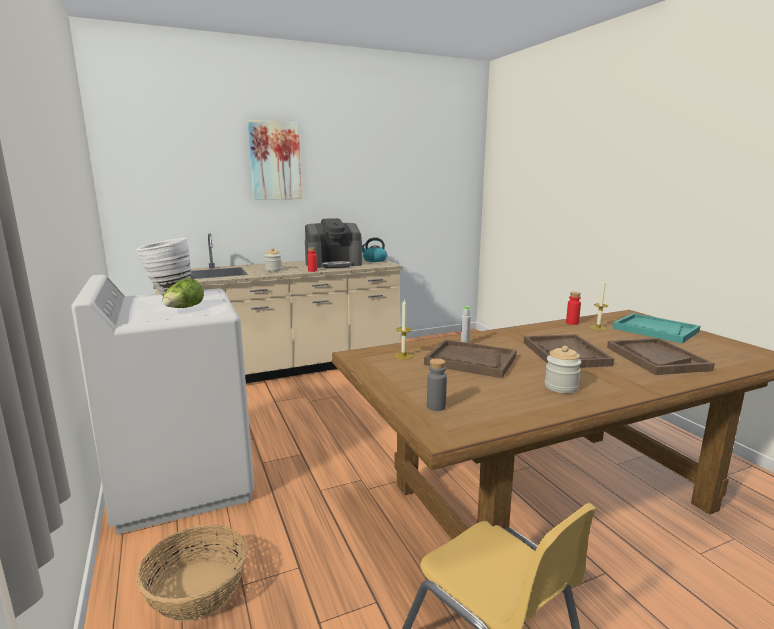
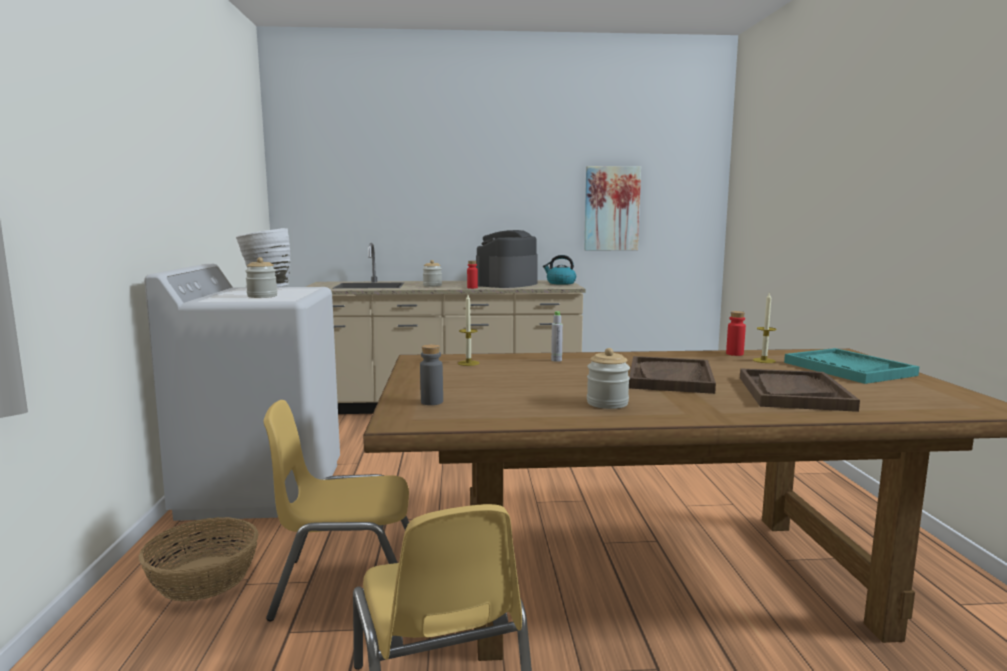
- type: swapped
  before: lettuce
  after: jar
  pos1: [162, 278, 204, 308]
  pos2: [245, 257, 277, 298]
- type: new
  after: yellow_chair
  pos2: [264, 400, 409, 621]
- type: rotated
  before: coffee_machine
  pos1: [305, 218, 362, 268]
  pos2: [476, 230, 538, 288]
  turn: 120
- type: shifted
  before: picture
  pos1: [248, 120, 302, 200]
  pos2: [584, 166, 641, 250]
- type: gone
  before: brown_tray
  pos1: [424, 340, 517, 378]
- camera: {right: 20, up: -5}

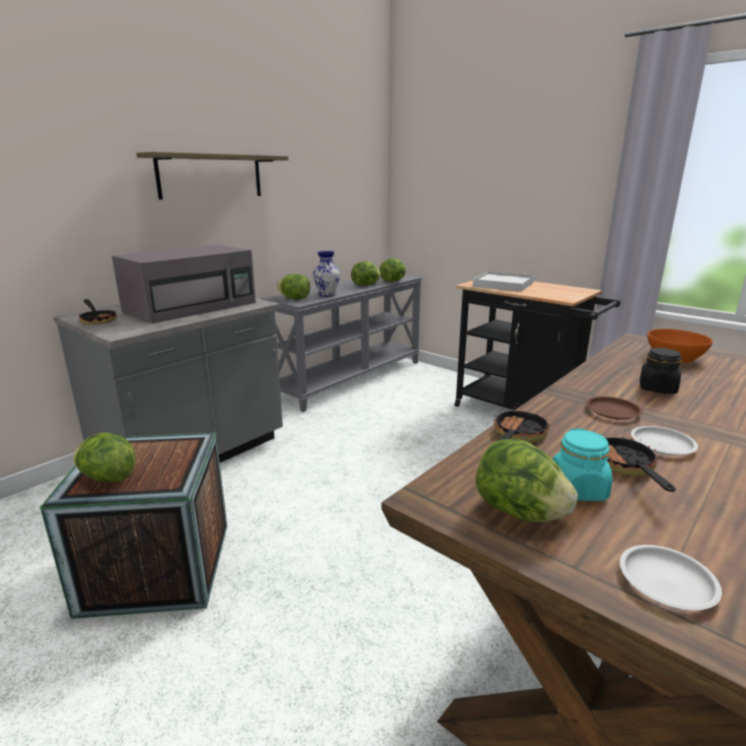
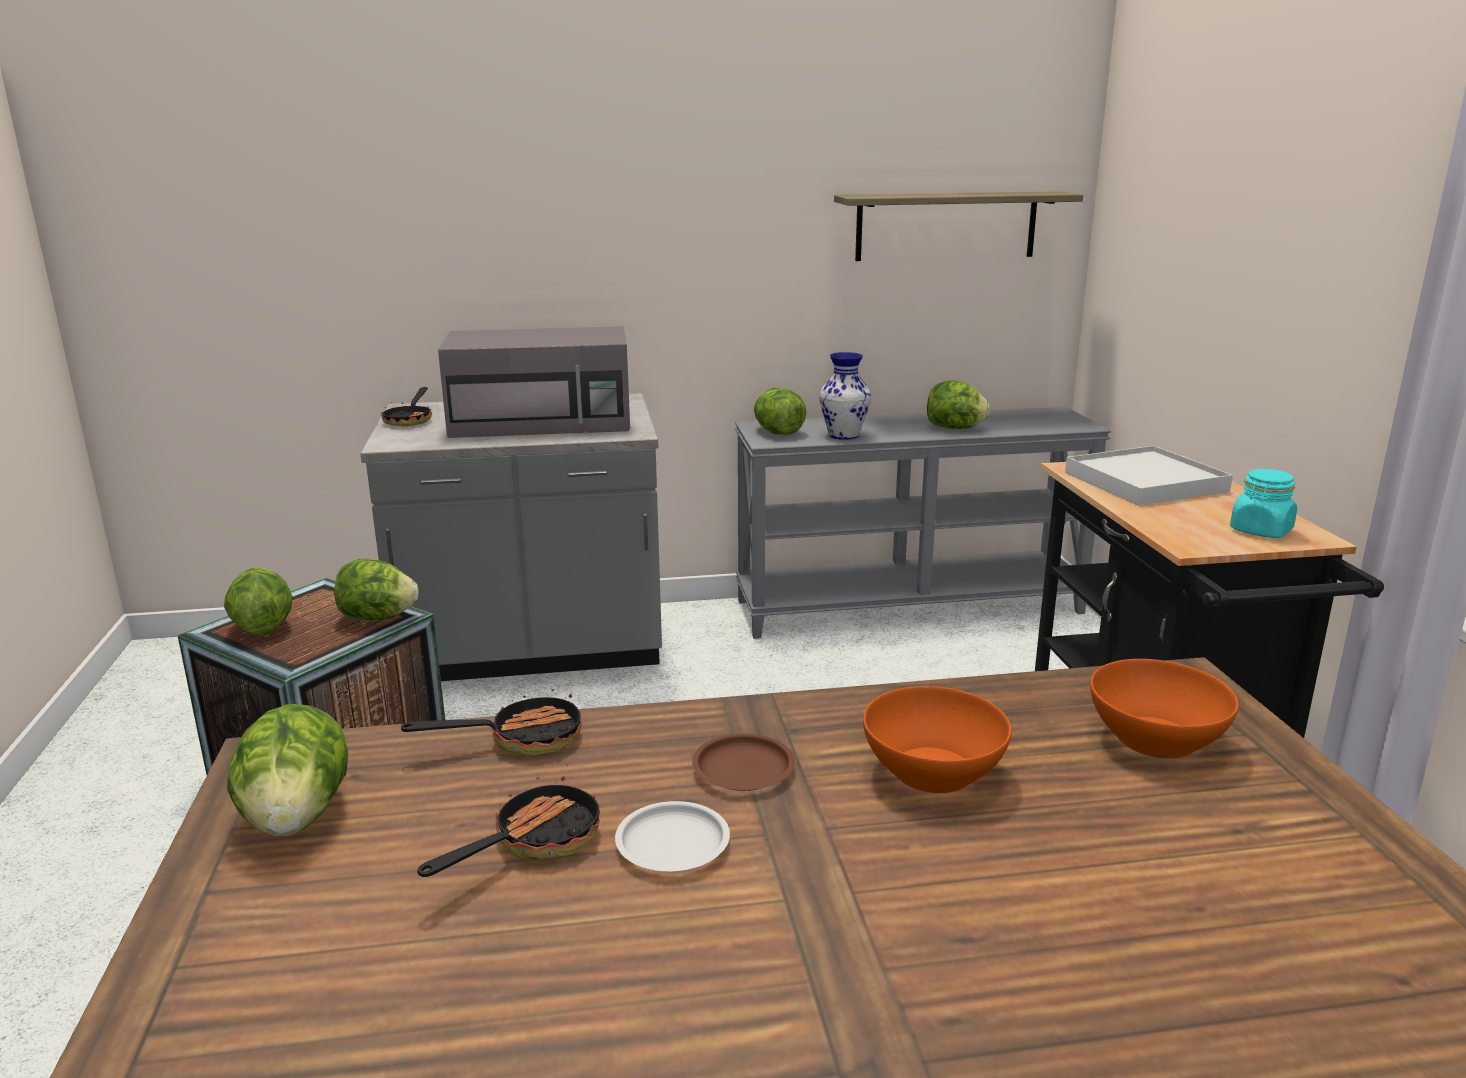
- type: shifted
  before: lettuce
  pos1: [379, 258, 406, 282]
  pos2: [334, 558, 419, 620]
- type: shifted
  before: shelf
  pos1: [136, 152, 288, 200]
  pos2: [834, 191, 1083, 261]
- type: swapped
  before: black_jar
  after: orange_bowl
  pos1: [640, 348, 682, 394]
  pos2: [863, 686, 1012, 793]
- type: shifted
  before: turquoise_jar
  pos1: [552, 428, 612, 501]
  pos2: [1230, 469, 1297, 538]
- type: gone
  before: white_plate
  pos1: [620, 545, 722, 610]
- camera: {right: 40, up: 0}

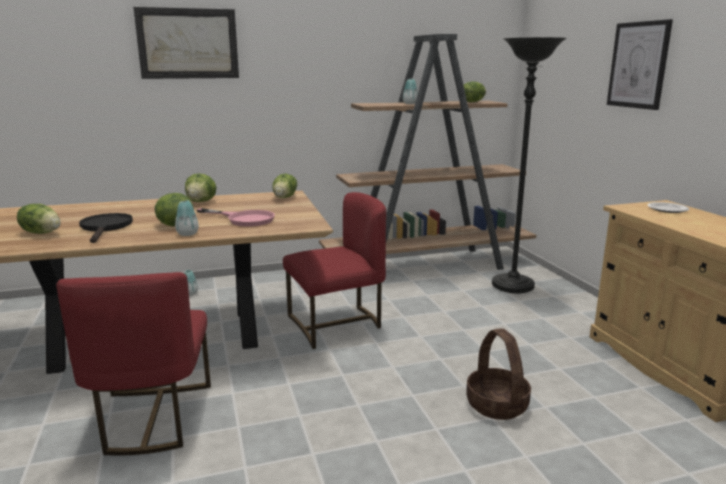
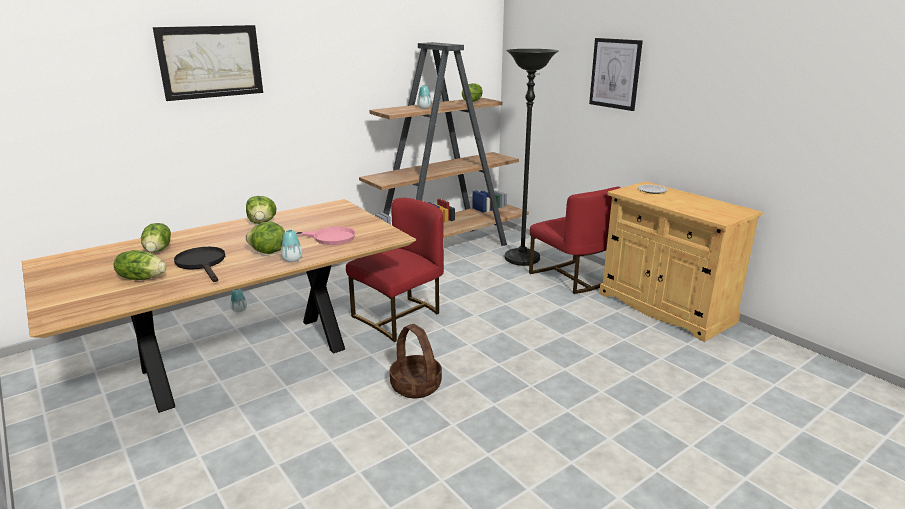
- type: shifted
  before: lettuce
  pos1: [272, 174, 297, 198]
  pos2: [141, 223, 171, 253]
- type: shifted
  before: basket
  pos1: [466, 328, 531, 420]
  pos2: [390, 324, 442, 398]
- type: shifted
  before: red_chair
  pos1: [56, 272, 211, 455]
  pos2: [529, 186, 621, 294]
- camera: {right: -20, up: 5}

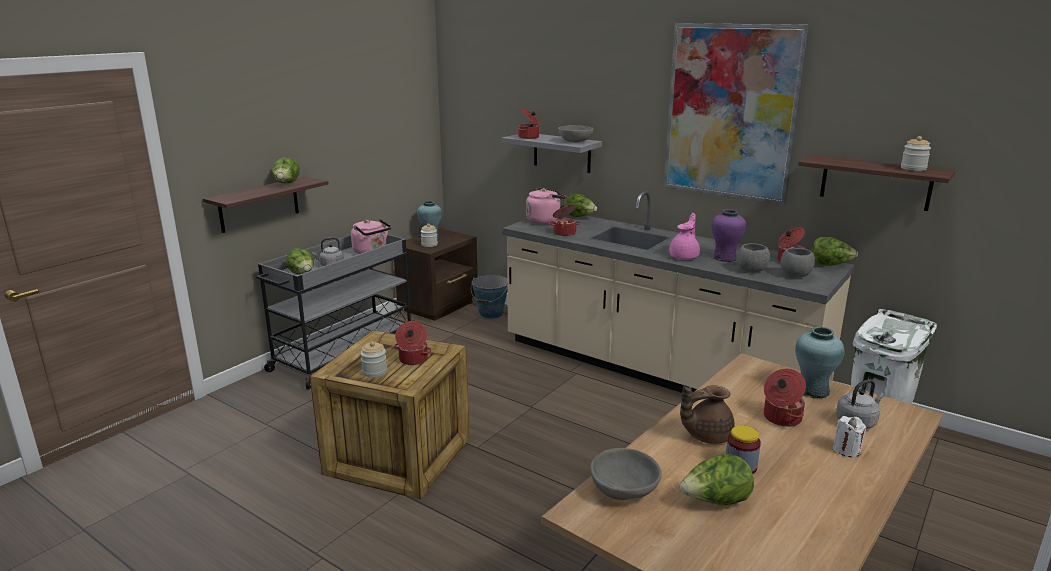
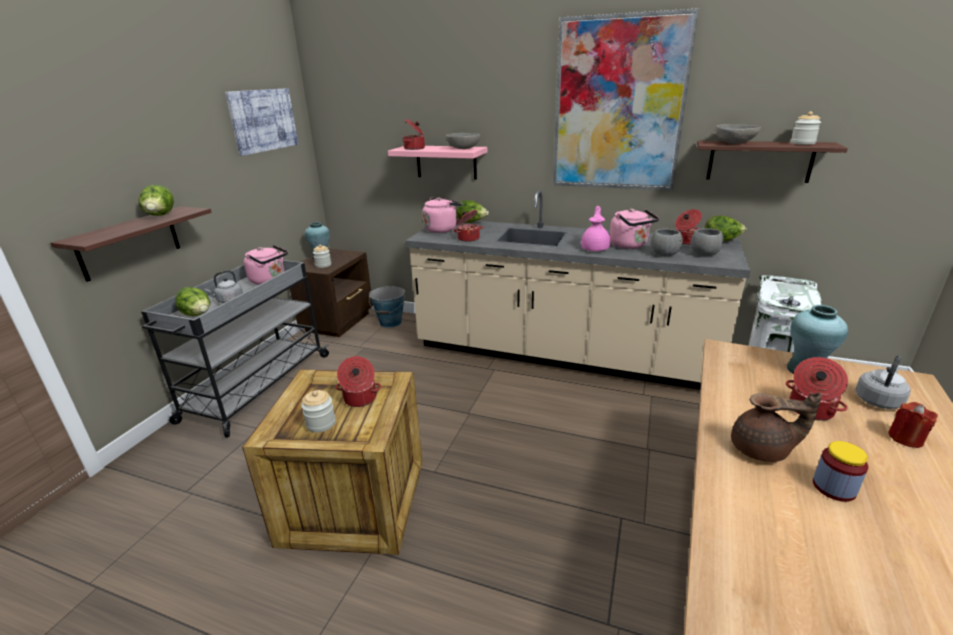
- type: new
  after: picture
  pos2: [225, 88, 298, 156]
- type: repainted
  before: grey_shelf
  after: pink_shelf
  pos1: [502, 134, 602, 173]
  pos2: [388, 146, 487, 180]
- type: swapped
  before: purple_vase
  after: pink_kettle
  pos1: [711, 209, 746, 262]
  pos2: [610, 209, 659, 249]
- type: shifted
  before: grey_bowl
  pos1: [590, 448, 662, 500]
  pos2: [715, 124, 761, 144]
- type: rotated
  before: brown_teapot
  pos1: [680, 385, 735, 444]
  pos2: [731, 392, 822, 462]
  turn: -135
- type: repainted
  before: white_candle
  after: red_candle
  pos1: [833, 416, 866, 457]
  pos2: [888, 402, 938, 448]
- type: gone
  before: lettuce
  pos1: [680, 454, 754, 505]
- camera: {right: -15, up: 5}

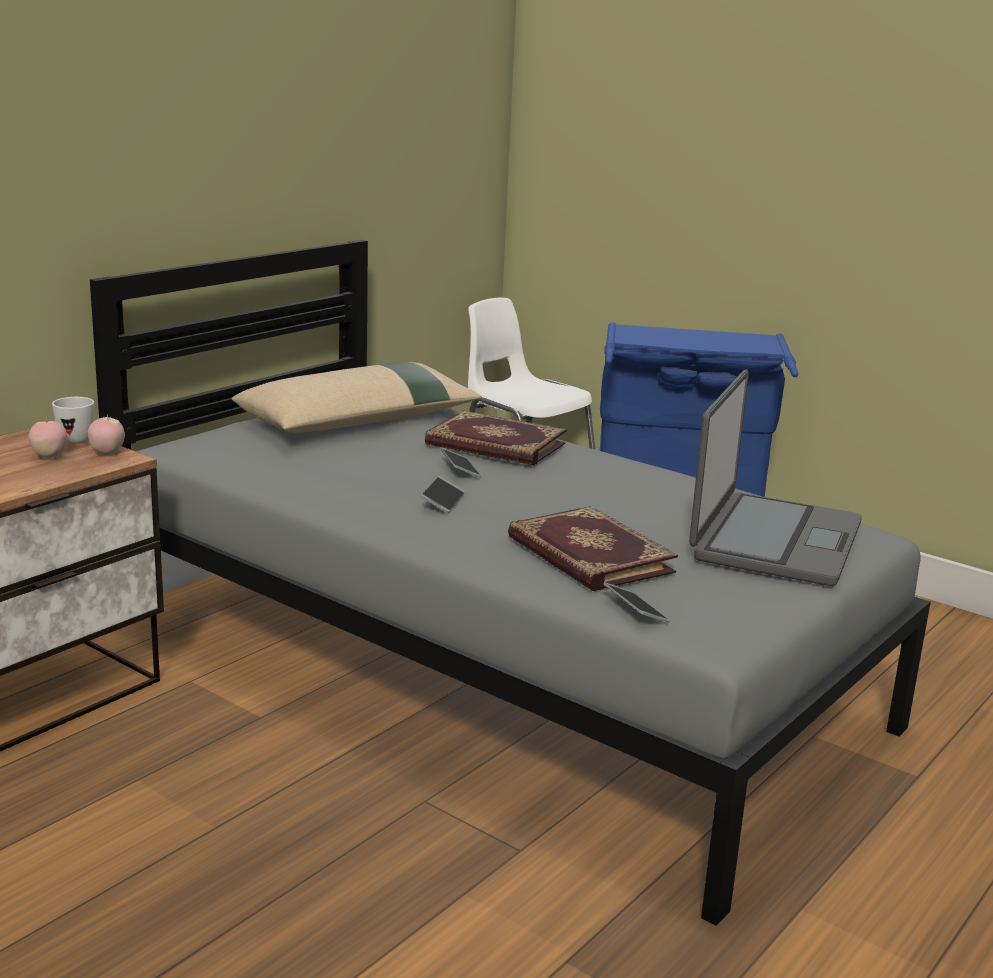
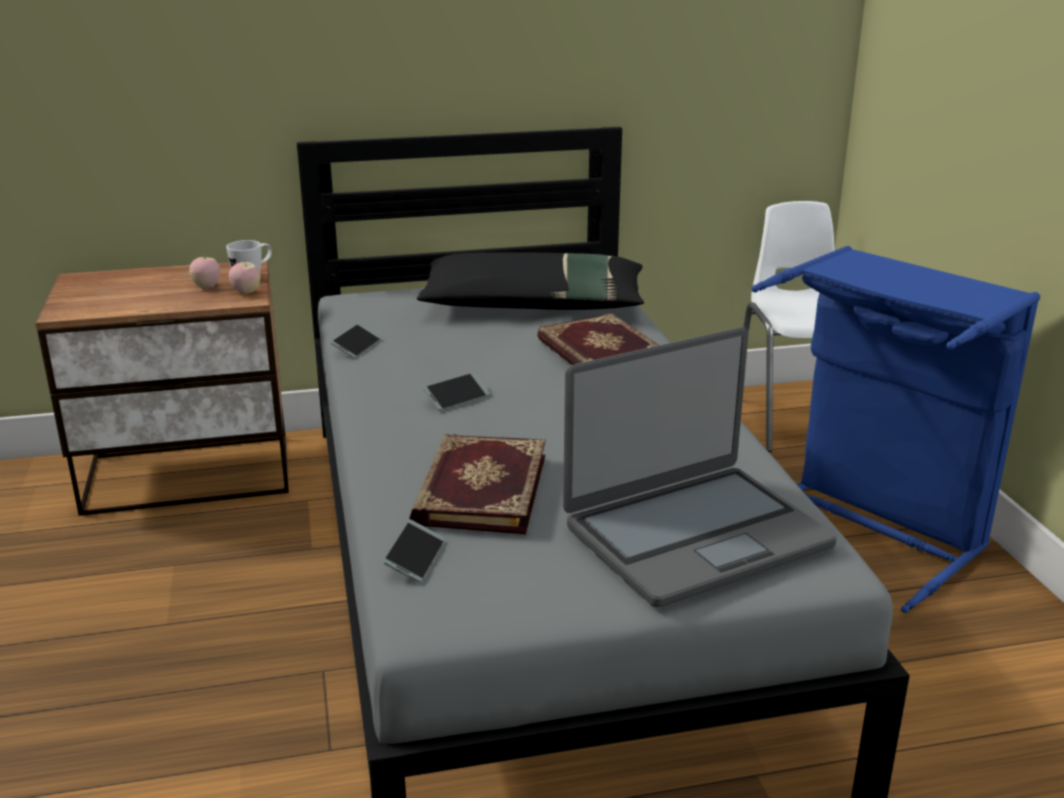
- type: shifted
  before: phone
  pos1: [441, 447, 481, 478]
  pos2: [331, 323, 382, 358]
- type: repainted
  before: beige_pillow
  after: black_pillow
  pos1: [232, 362, 481, 433]
  pos2: [417, 252, 644, 310]
- camera: {right: 40, up: 5}

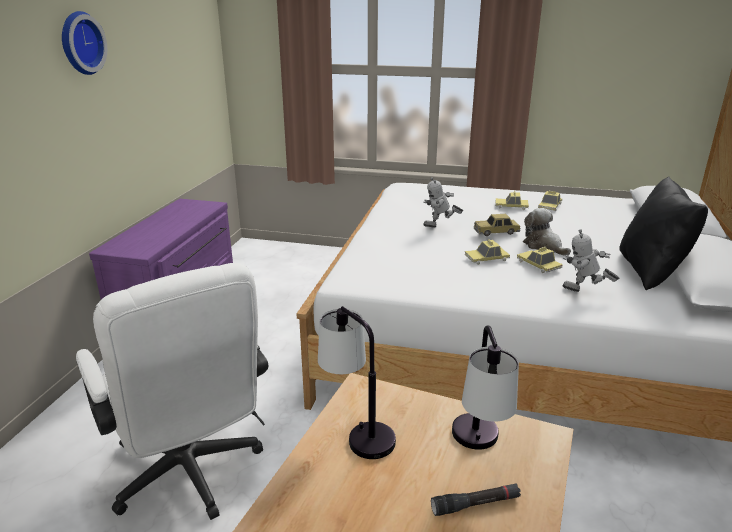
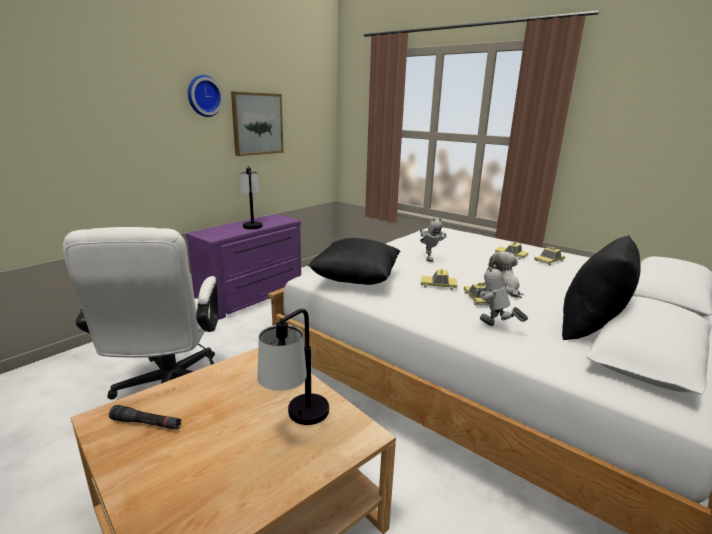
- type: shifted
  before: black_flashlight
  pos1: [431, 484, 521, 516]
  pos2: [109, 405, 182, 430]
- type: new
  after: picture
  pos2: [231, 92, 284, 156]
- type: shifted
  before: table_lamp
  pos1: [318, 306, 396, 459]
  pos2: [240, 166, 263, 229]
- type: new
  after: black_pillow
  pos2: [308, 238, 400, 285]
- type: rotated
  before: toy_robot
  pos1: [423, 177, 463, 228]
  pos2: [420, 218, 447, 262]
  turn: -120
- type: gone
  before: toy_car
  pos1: [474, 214, 520, 236]
- camera: {right: 25, up: -5}

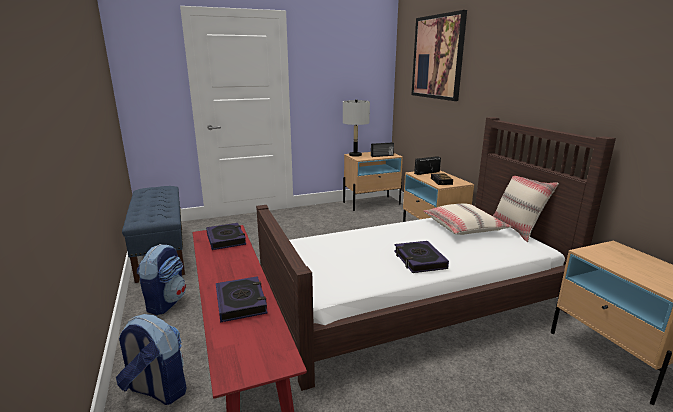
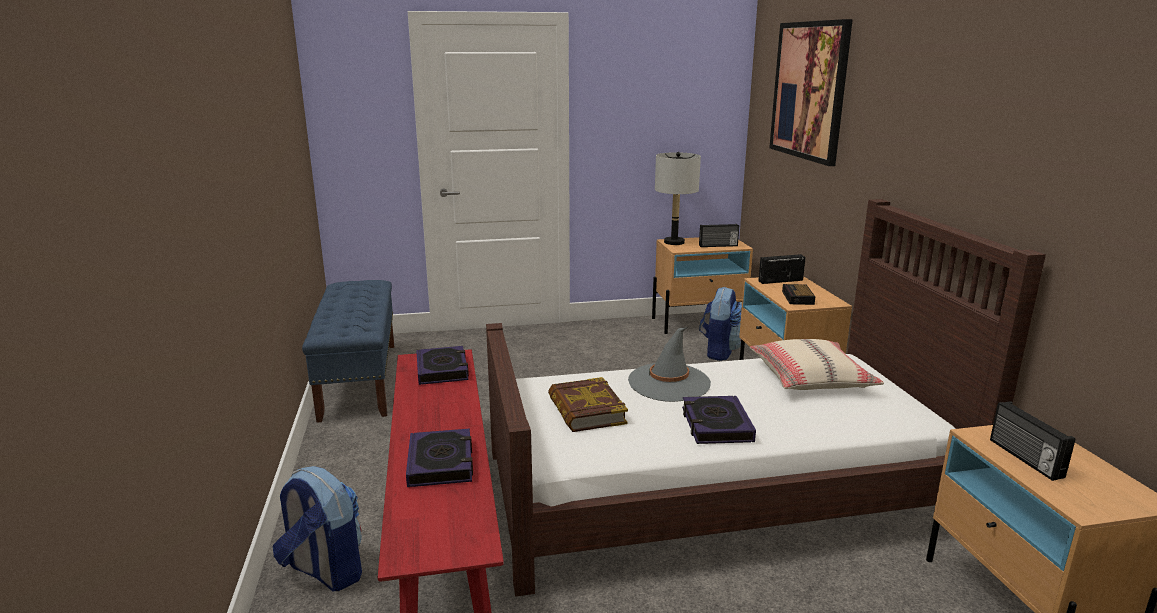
- type: new
  after: book
  pos2: [548, 377, 628, 432]
- type: new
  after: grey_hat
  pos2: [628, 327, 711, 402]
- type: shifted
  before: backpack
  pos1: [137, 244, 186, 315]
  pos2: [699, 287, 742, 361]
- type: new
  after: radio
  pos2: [990, 401, 1075, 481]
- type: gone
  before: beige_pillow
  pos1: [493, 176, 559, 242]
- camera: {right: 10, up: 0}

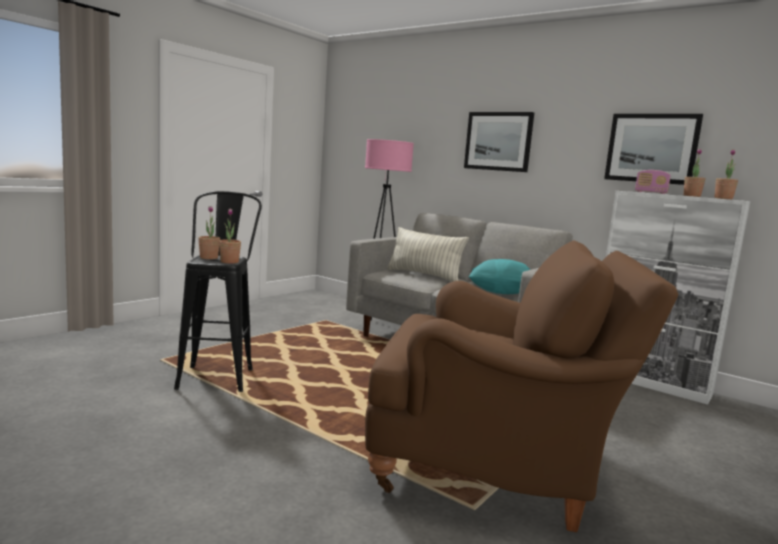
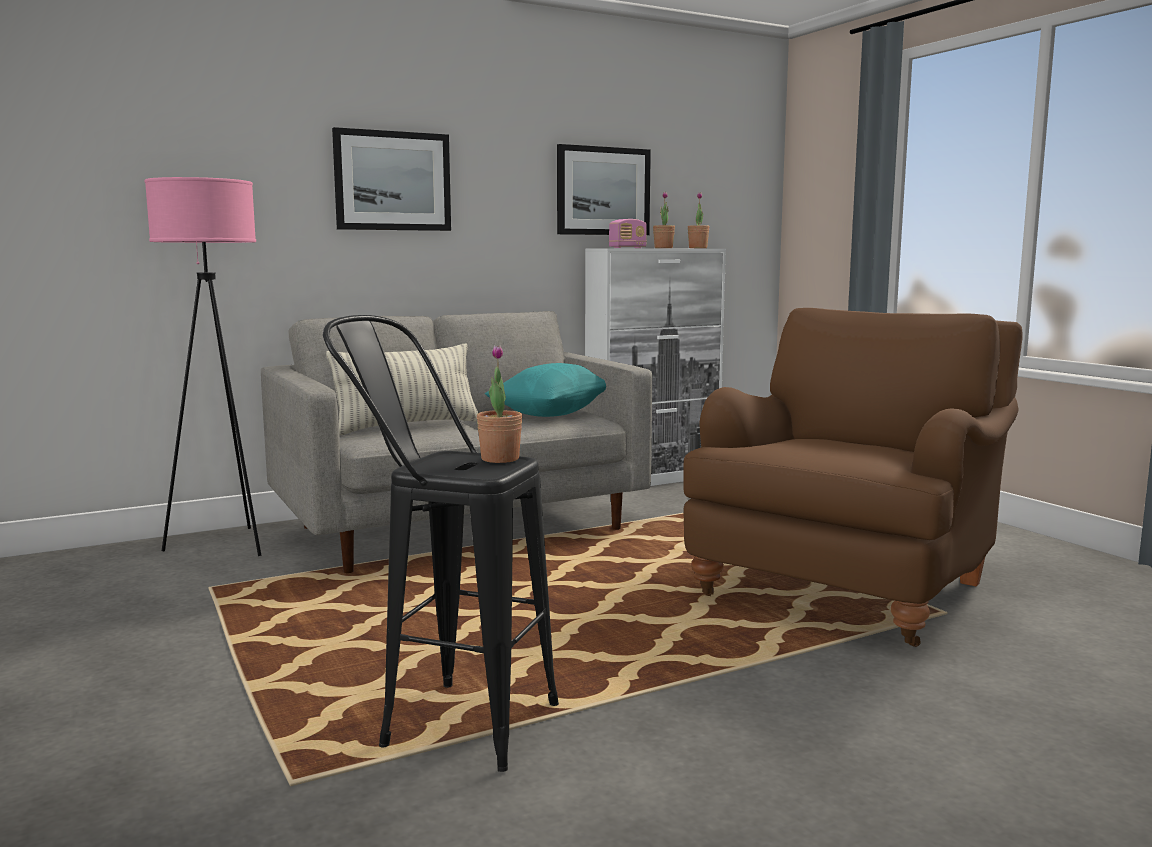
- type: gone
  before: potted_plant
  pos1: [198, 206, 220, 259]
- camera: {right: -65, up: 0}

